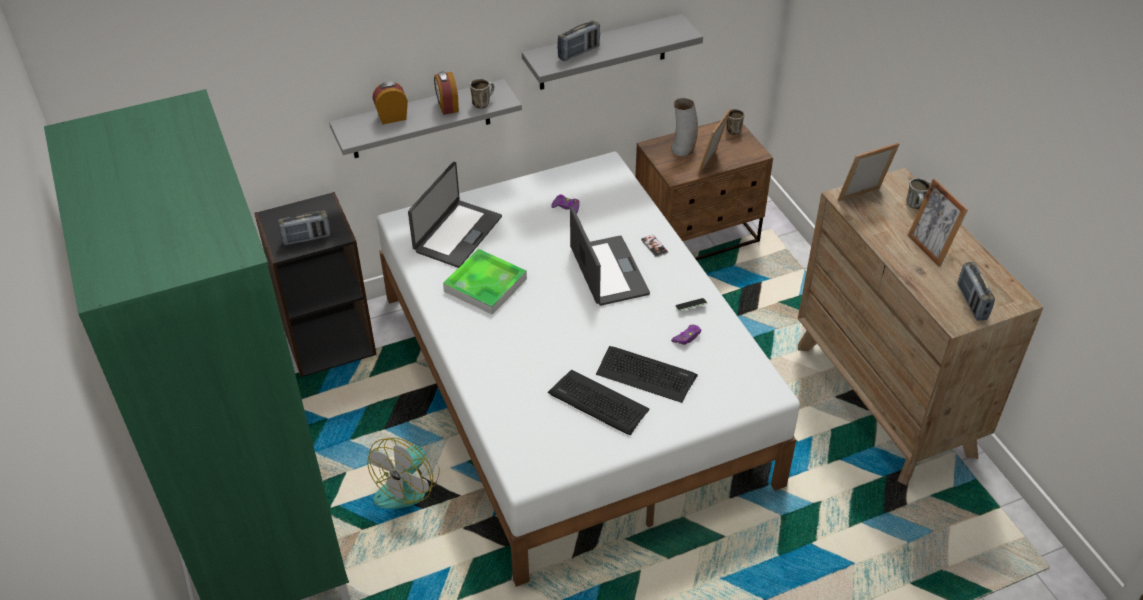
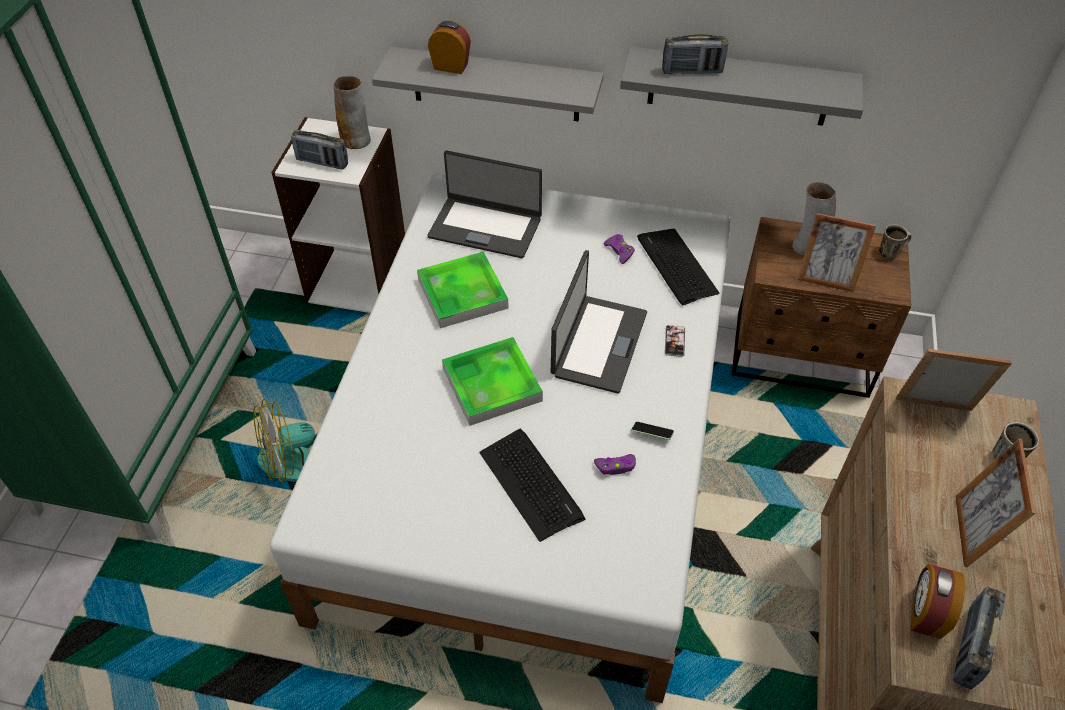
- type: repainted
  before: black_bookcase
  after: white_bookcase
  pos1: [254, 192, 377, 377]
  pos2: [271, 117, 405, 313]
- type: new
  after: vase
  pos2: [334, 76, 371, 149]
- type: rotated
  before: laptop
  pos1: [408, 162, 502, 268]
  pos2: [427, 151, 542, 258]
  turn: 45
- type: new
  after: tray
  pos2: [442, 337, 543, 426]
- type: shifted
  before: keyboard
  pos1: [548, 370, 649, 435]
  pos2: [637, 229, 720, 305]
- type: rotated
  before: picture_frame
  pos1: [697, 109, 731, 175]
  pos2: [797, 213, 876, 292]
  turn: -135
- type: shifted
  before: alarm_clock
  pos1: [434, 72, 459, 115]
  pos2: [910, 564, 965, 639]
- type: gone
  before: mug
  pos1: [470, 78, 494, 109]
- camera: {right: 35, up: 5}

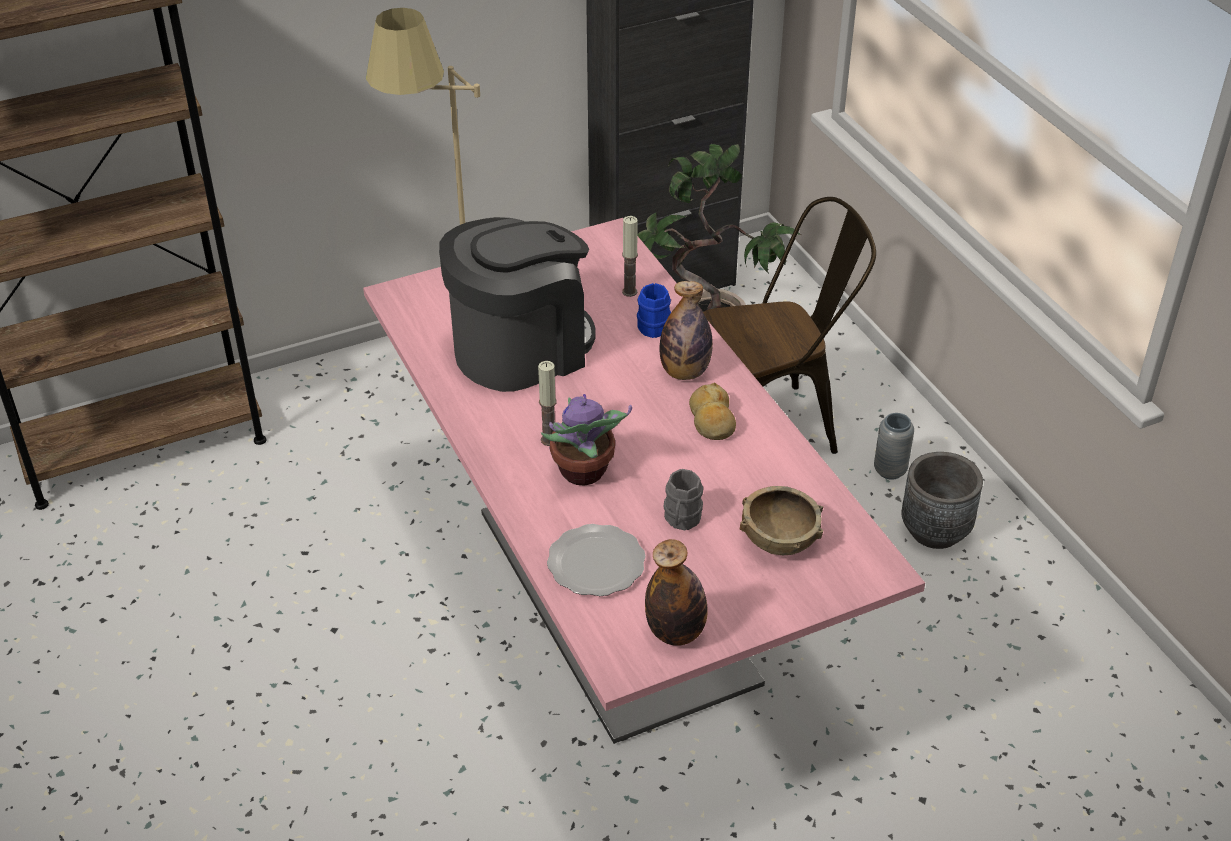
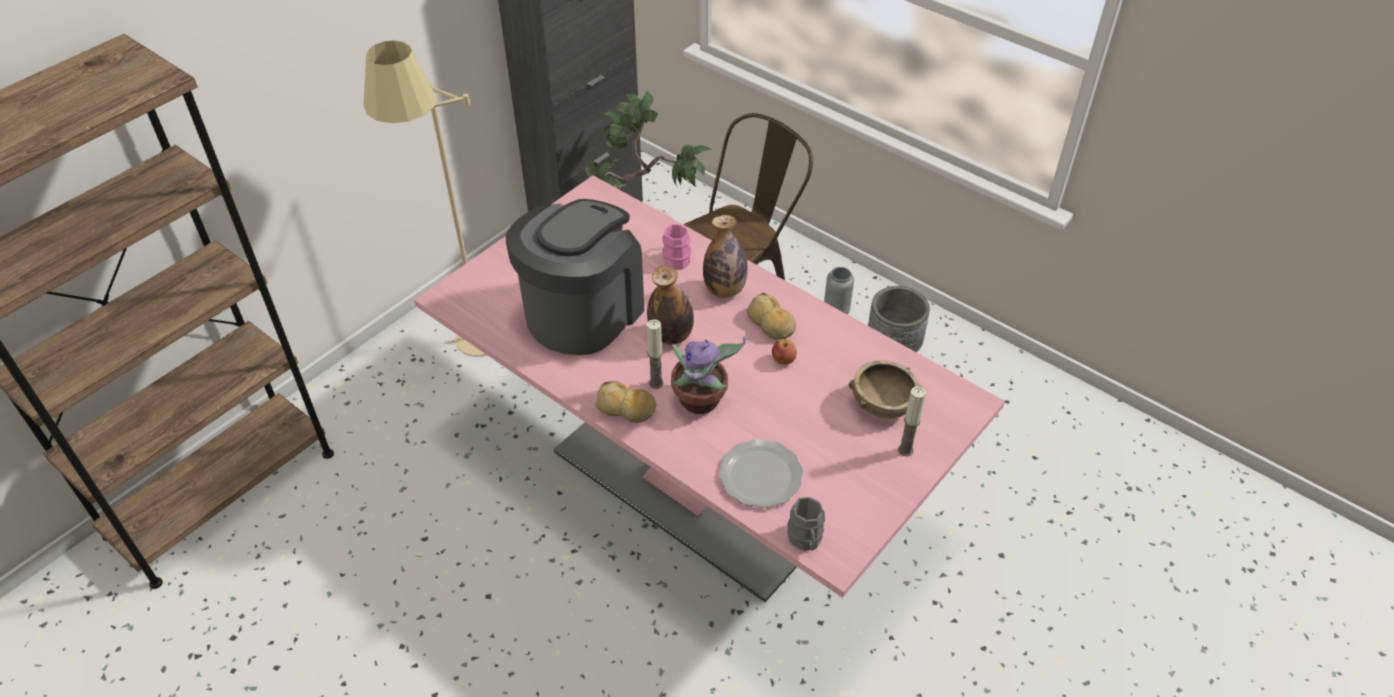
- type: new
  after: bread
  pos2: [595, 381, 657, 423]
- type: shifted
  before: bottle
  pos1: [645, 539, 708, 646]
  pos2: [647, 265, 694, 345]
- type: repainted
  before: blue_mug
  after: pink_mug
  pos1: [637, 283, 671, 338]
  pos2: [662, 224, 691, 269]
- type: new
  after: apple
  pos2: [772, 339, 797, 365]
- type: shifted
  before: grey_mug
  pos1: [663, 469, 703, 531]
  pos2: [787, 497, 825, 551]
- type: shifted
  before: candle
  pos1: [622, 216, 638, 297]
  pos2: [898, 386, 926, 456]
- camera: {right: -25, up: 5}

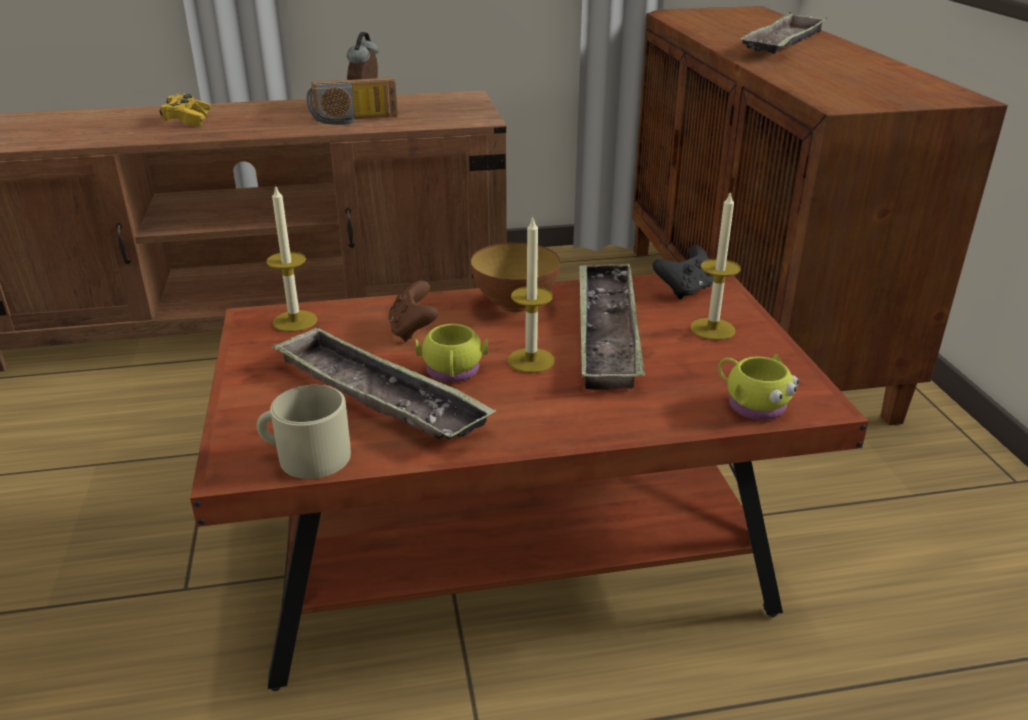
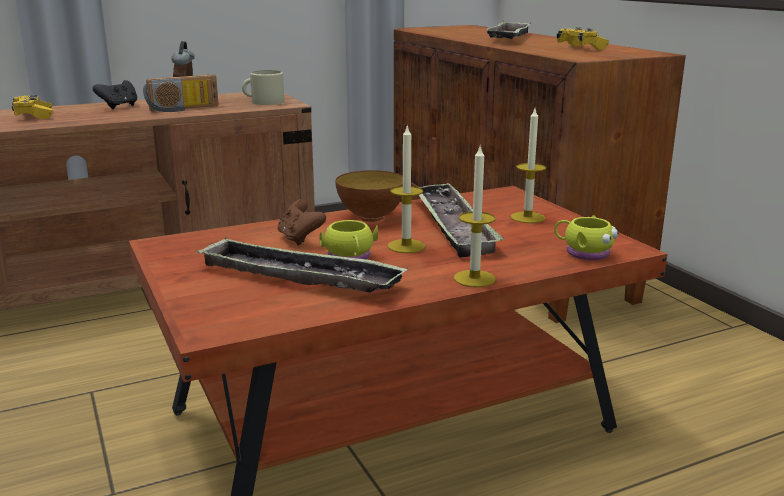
- type: shifted
  before: black_game_controller
  pos1: [653, 245, 714, 299]
  pos2: [92, 80, 137, 109]
- type: shifted
  before: beige_mug
  pos1: [257, 385, 351, 479]
  pos2: [242, 70, 284, 105]
- type: shifted
  before: candle
  pos1: [266, 184, 317, 332]
  pos2: [454, 146, 496, 287]
- type: new
  after: yellow_game_controller
  pos2: [557, 27, 609, 50]
- camera: {right: -15, up: -10}

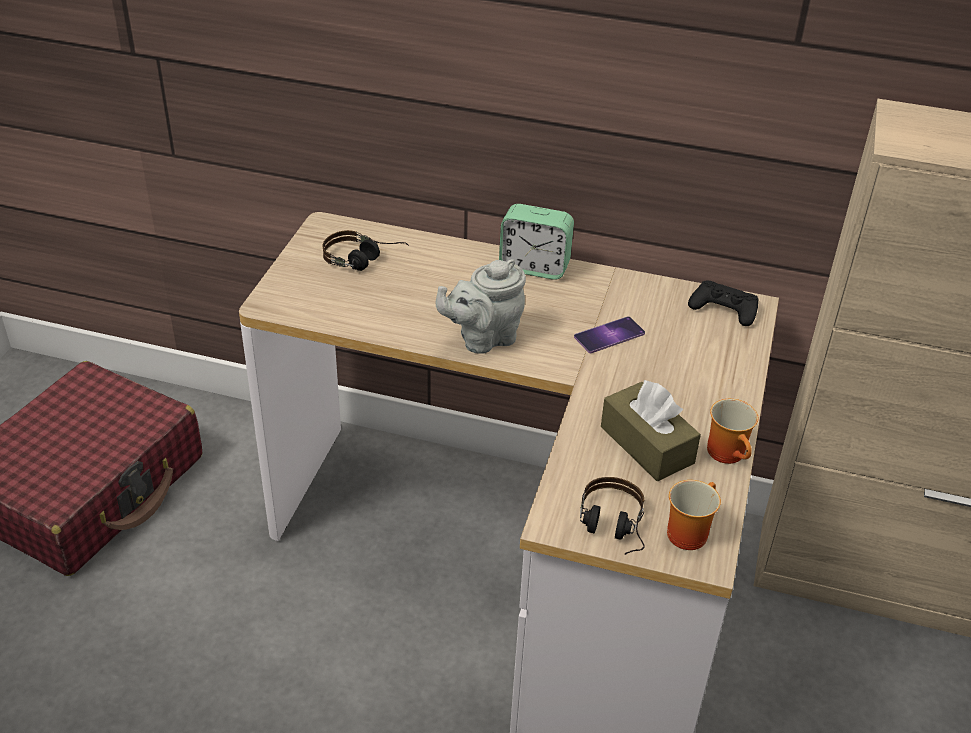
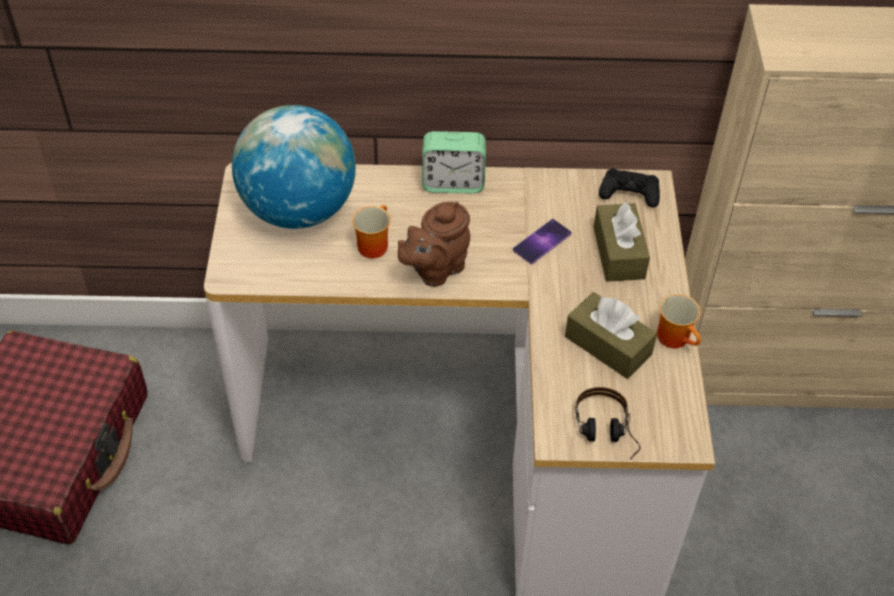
- type: swapped
  before: headphones
  after: globe
  pos1: [322, 230, 409, 271]
  pos2: [232, 105, 356, 229]
- type: shifted
  before: mug
  pos1: [667, 480, 721, 550]
  pos2: [352, 205, 391, 259]
- type: repainted
  before: grey_teapot
  after: brown_teapot
  pos1: [436, 259, 526, 354]
  pos2: [398, 202, 470, 287]
- type: new
  after: brown_tissue_box
  pos2: [593, 201, 650, 282]
- camera: {right: -15, up: 10}

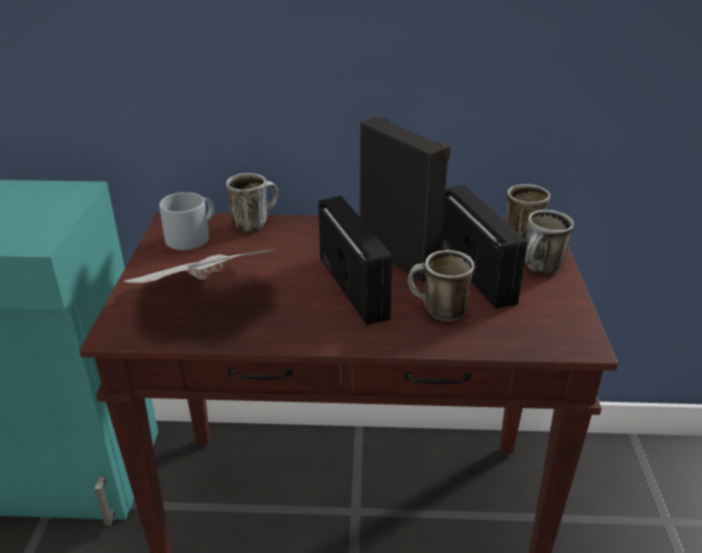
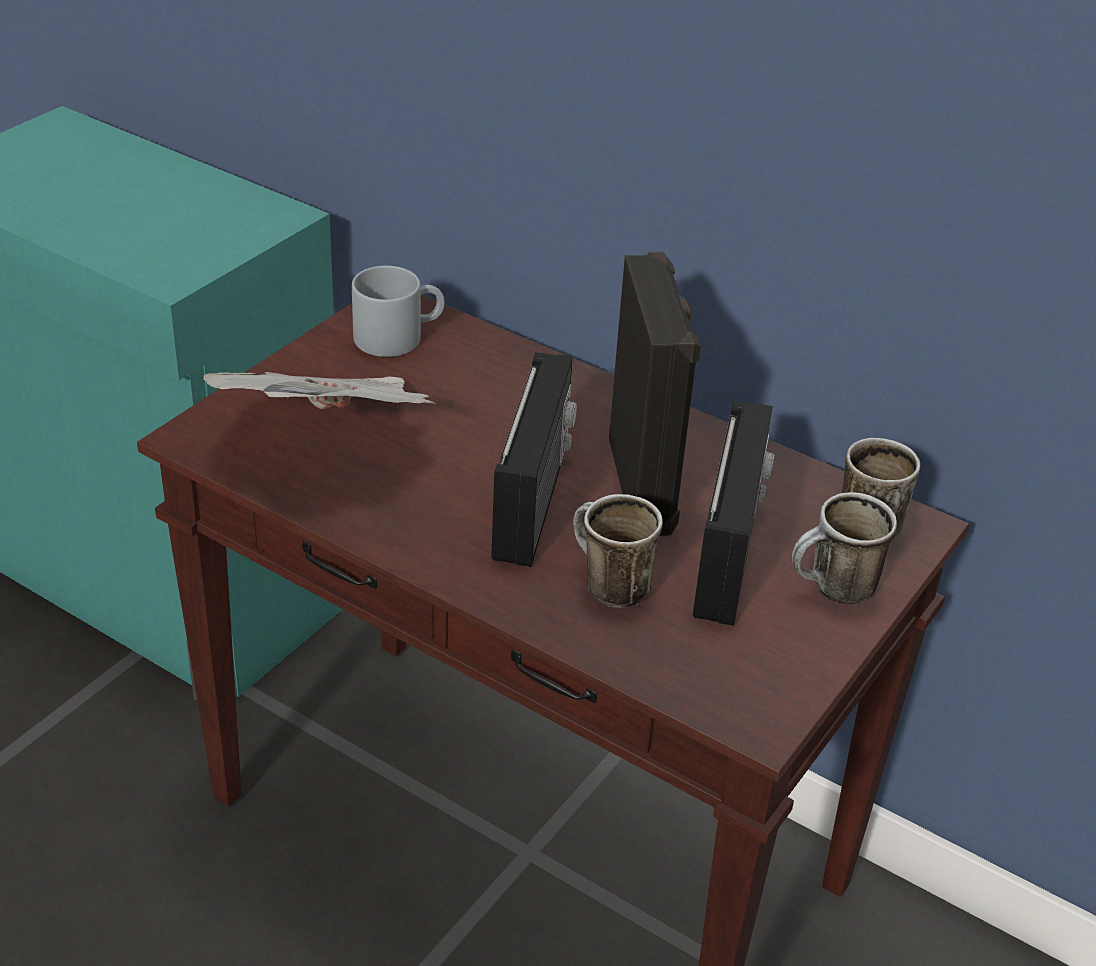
- type: gone
  before: mug
  pos1: [226, 173, 278, 232]
- camera: {right: 30, up: 5}

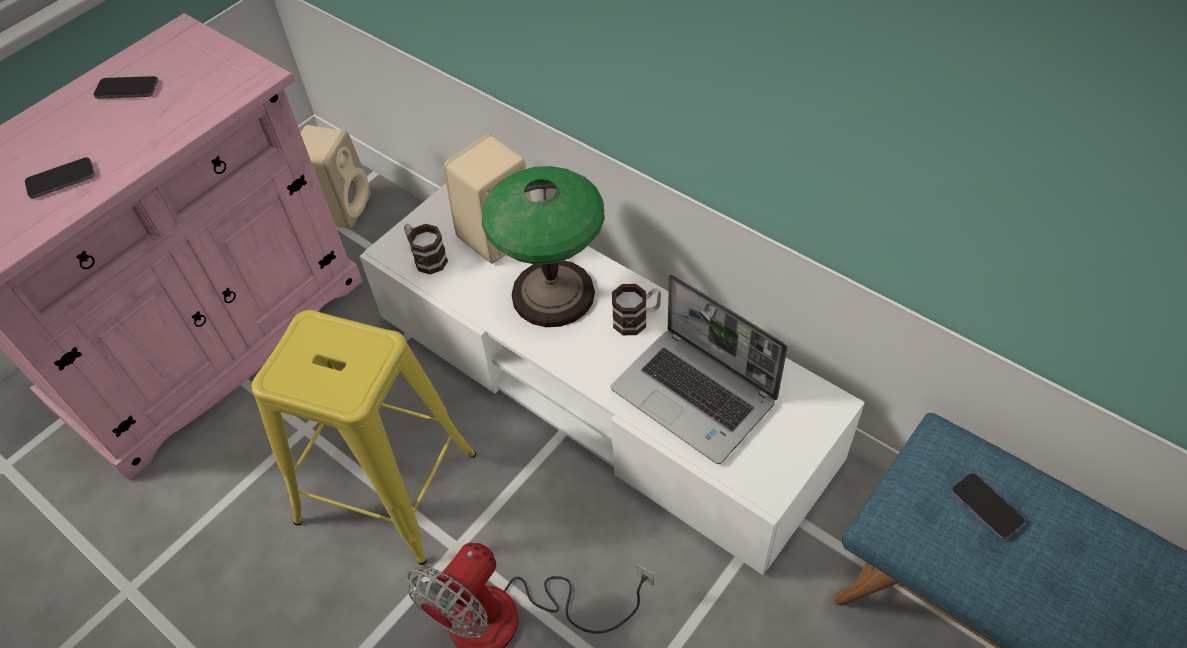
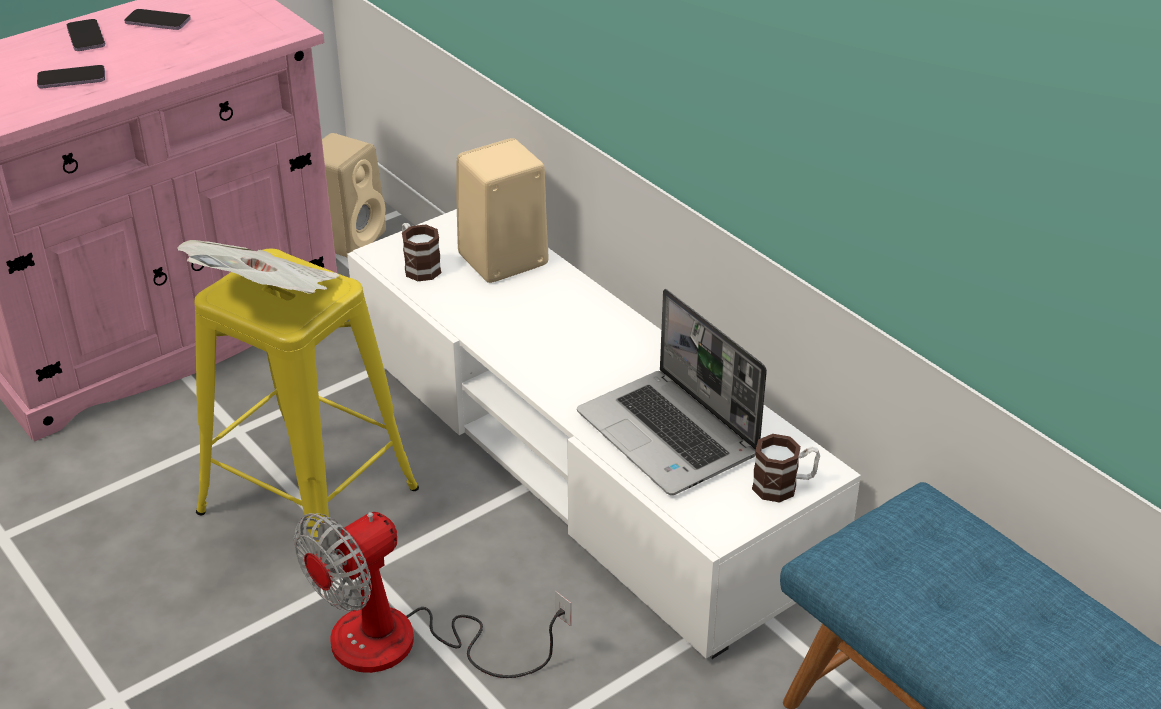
- type: shifted
  before: phone
  pos1: [951, 473, 1025, 539]
  pos2: [67, 19, 105, 51]
- type: new
  after: newspaper
  pos2: [177, 240, 339, 294]
- type: shifted
  before: mug
  pos1: [612, 284, 662, 335]
  pos2: [752, 434, 820, 503]
- type: gone
  before: table_lamp
  pos1: [482, 166, 605, 327]
- camera: {right: 10, up: -15}

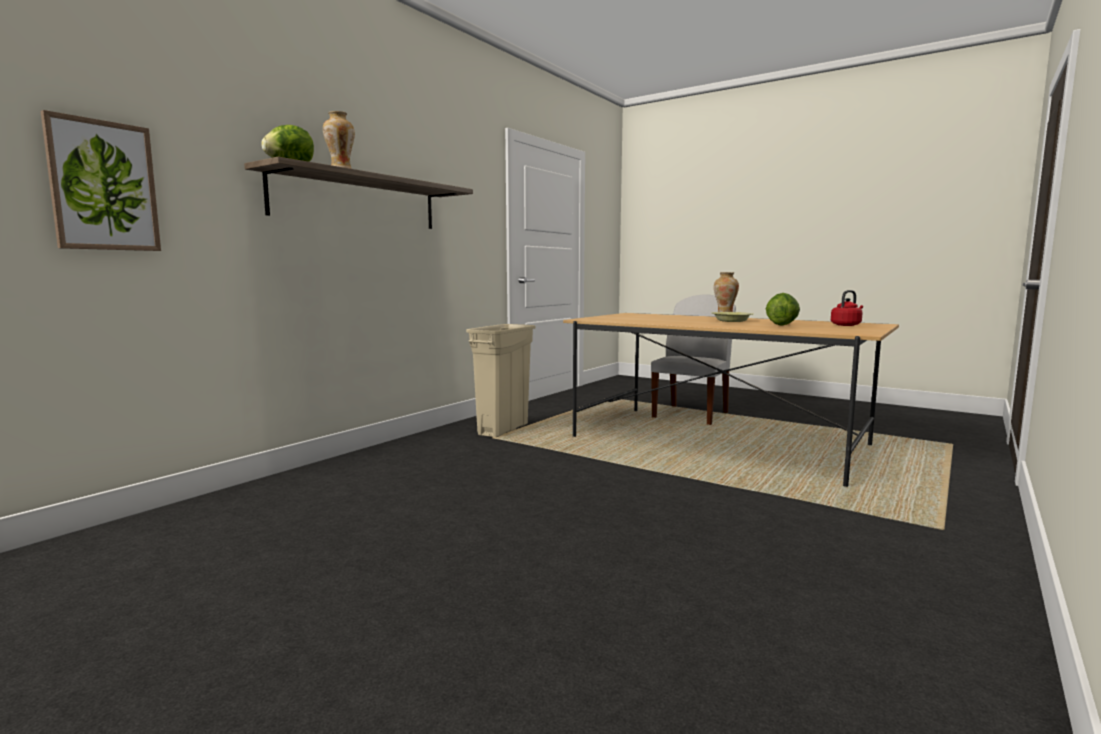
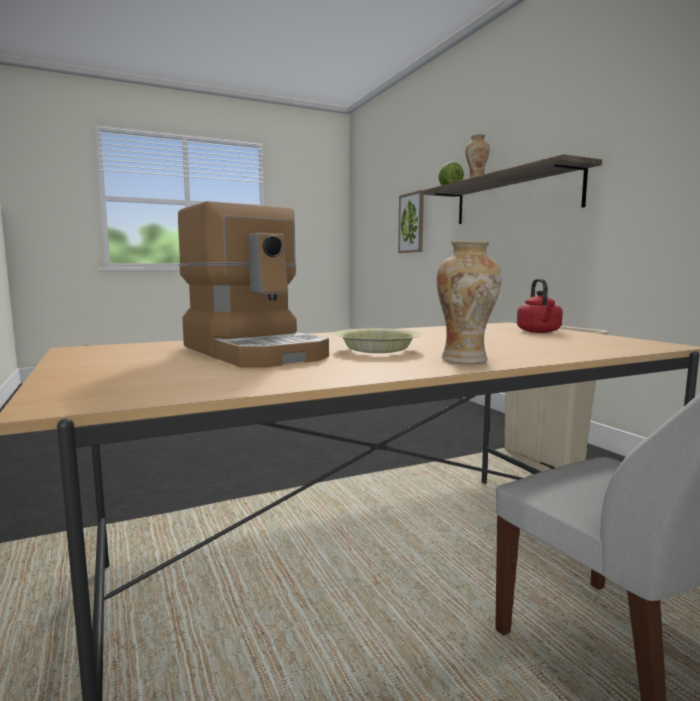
- type: swapped
  before: lettuce
  after: coffee_machine
  pos1: [766, 293, 800, 326]
  pos2: [178, 201, 329, 367]
- type: shifted
  before: red_kettle
  pos1: [831, 290, 863, 326]
  pos2: [517, 278, 563, 333]
- camera: {right: 120, up: 0}

